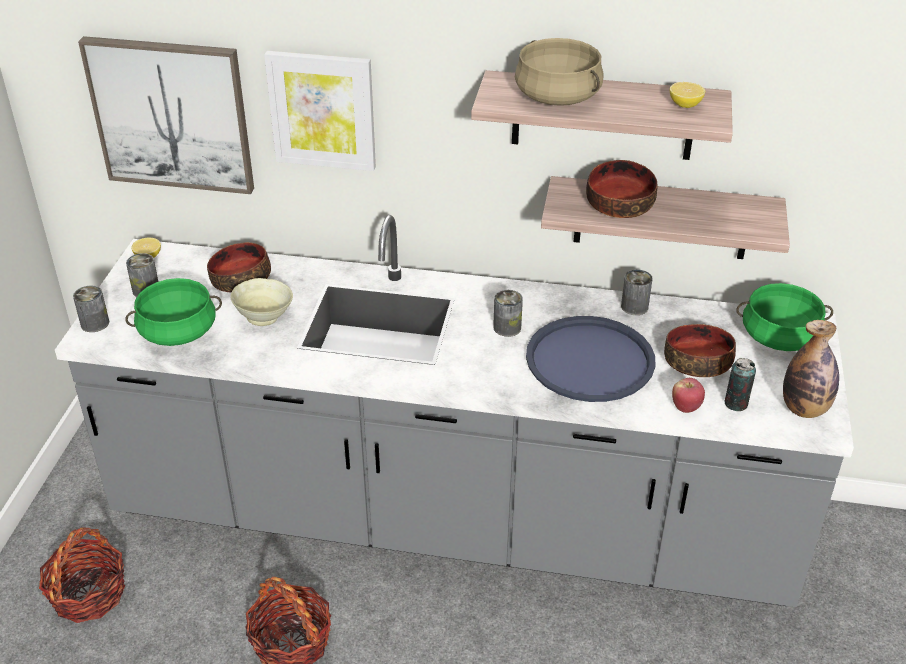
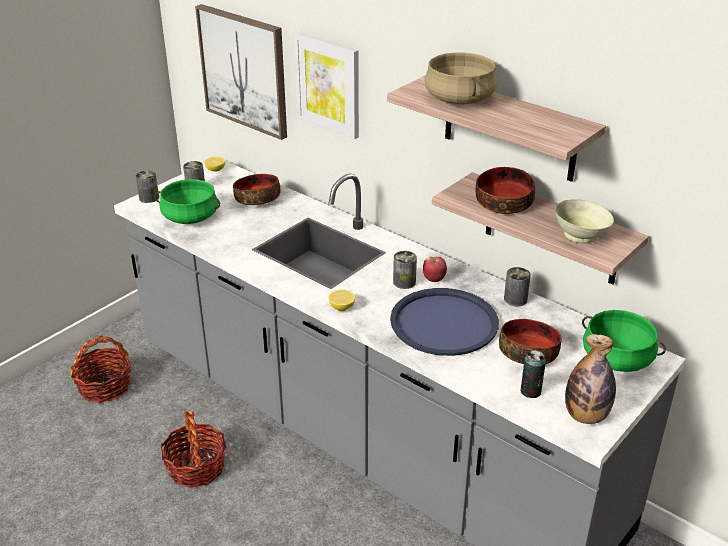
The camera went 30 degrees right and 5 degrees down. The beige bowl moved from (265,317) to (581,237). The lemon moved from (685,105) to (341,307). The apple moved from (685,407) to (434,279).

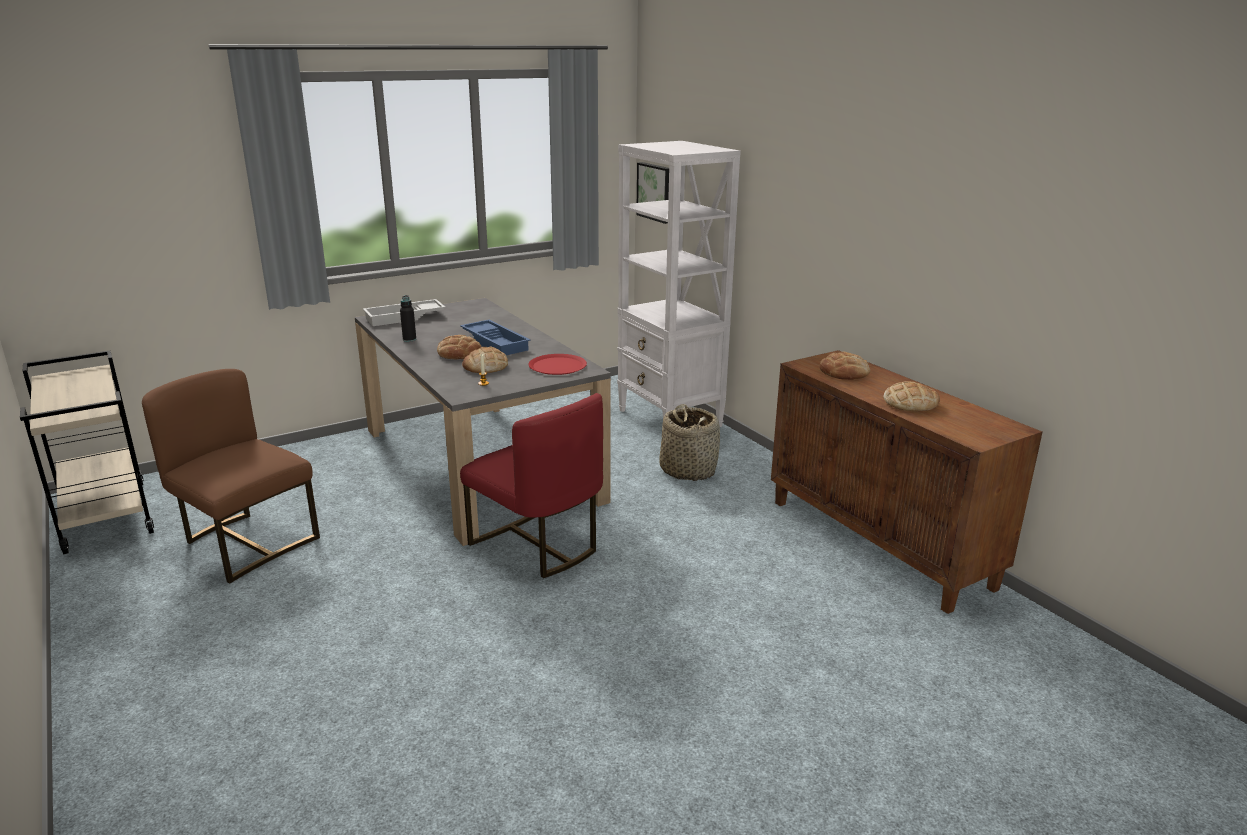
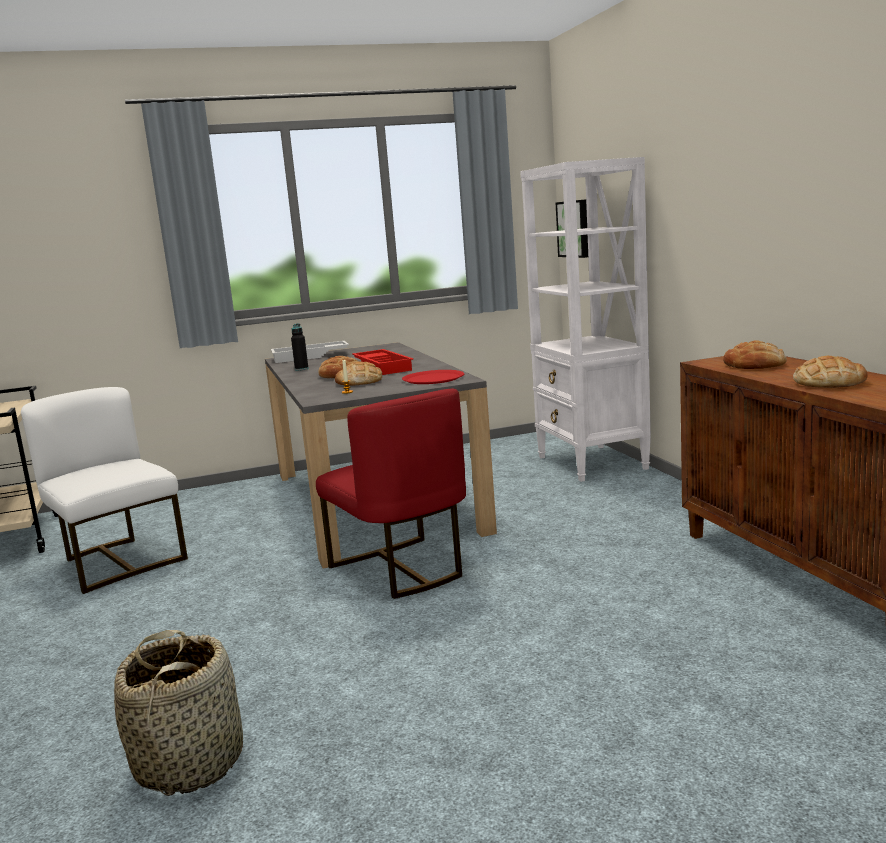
The camera went 15 degrees right and 10 degrees down. The basket moved from (688,470) to (190,762). The brown chair at (246,543) became the white chair at (118,562). The blue tray at (496,342) became the red tray at (384,367).

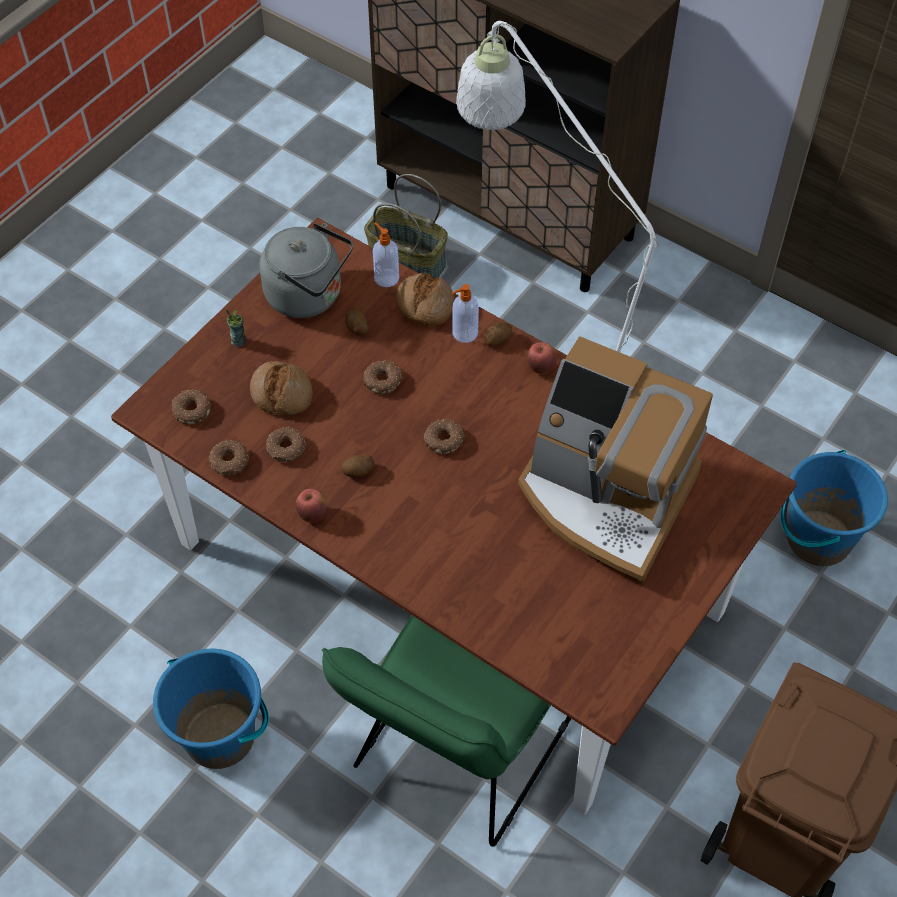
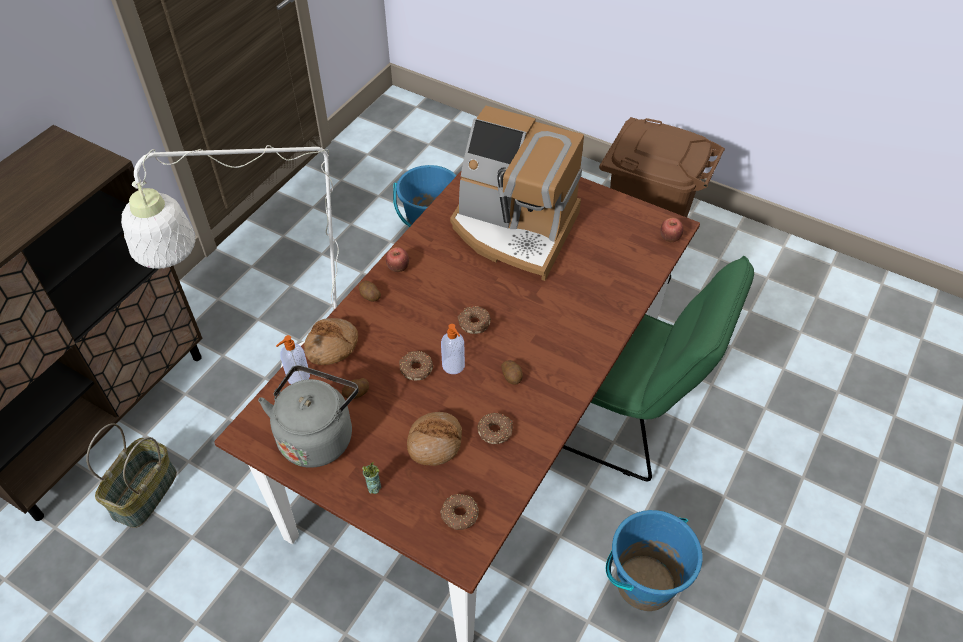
The camera went 95 degrees left and 5 degrees down. The donut at (230,462) disappeared. The apple moved from (312,514) to (669,238). The soap dispenser moved from (464,333) to (454,366). The coffee machine at (605,496) turned 90 degrees clockwise.

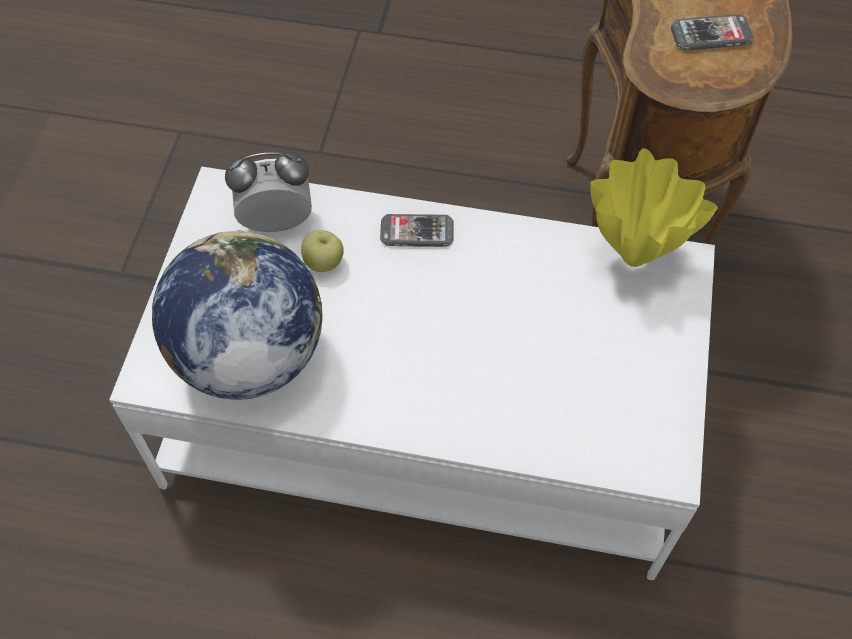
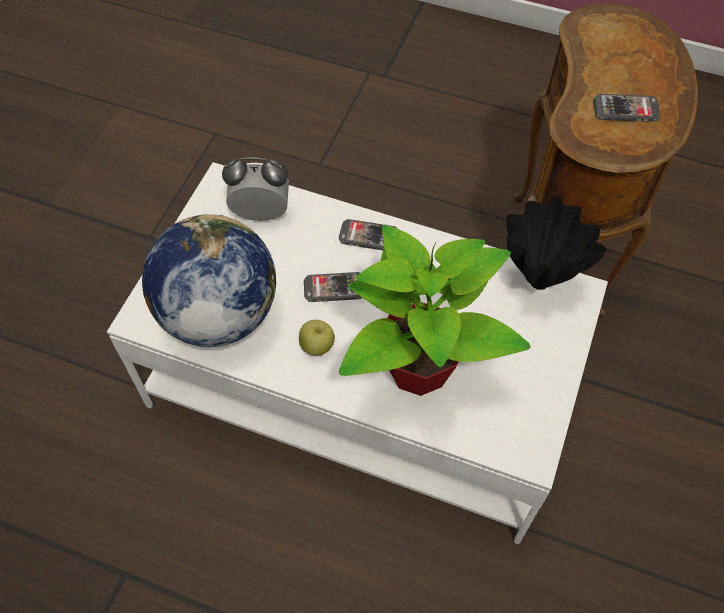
The camera went 10 degrees right and 0 degrees up. The phone at (334,288) appeared. The potted plant at (420,367) appeared. The apple moved from (323,263) to (317,346). The yellow vase at (632,256) became the black vase at (537,280).

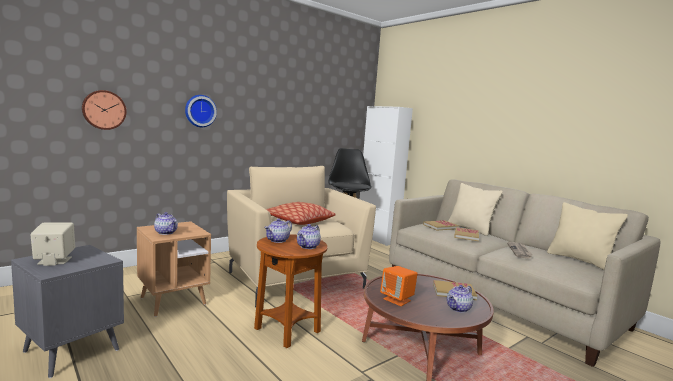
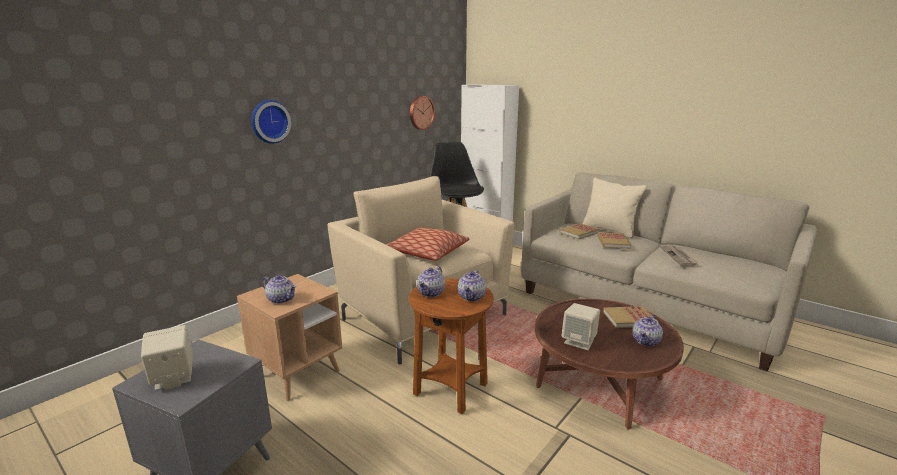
The camera went 10 degrees left and 10 degrees up. The beige pillow at (580,260) disappeared. The wall clock moved from (104,110) to (421,112). The orange speaker at (397,300) became the beige speaker at (579,341).

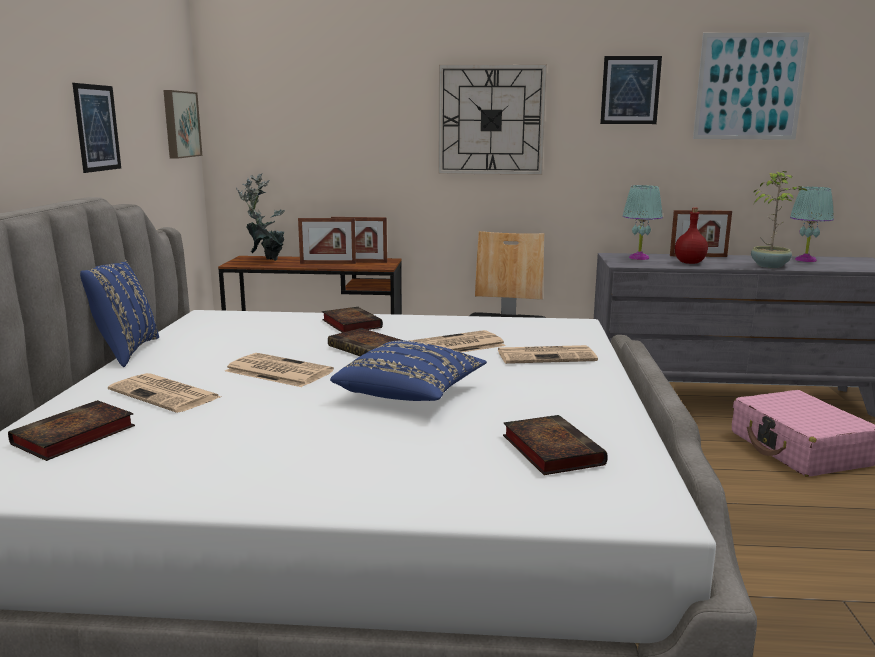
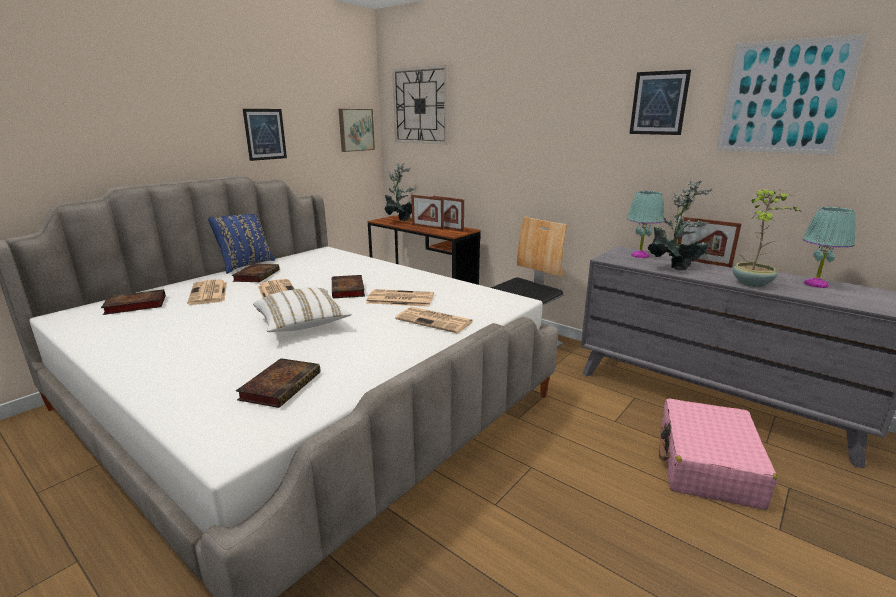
The camera went 35 degrees right and 5 degrees up. The book moved from (350,324) to (257,275). The wall clock moved from (491,120) to (420,106). The red bottle at (689,263) was replaced by the potted plant at (675,267). The blue pillow at (410,394) became the white pillow at (302,324).

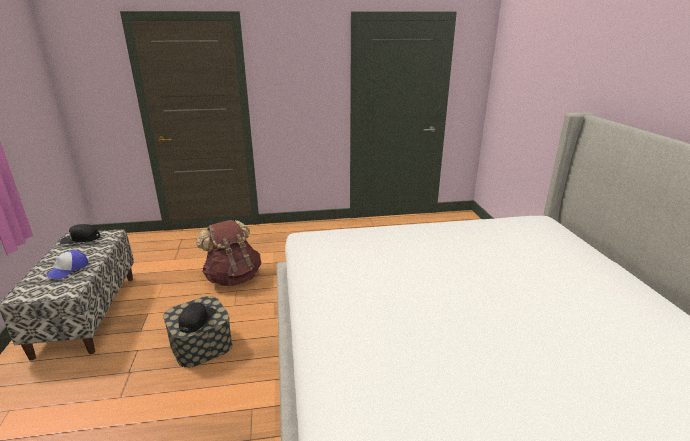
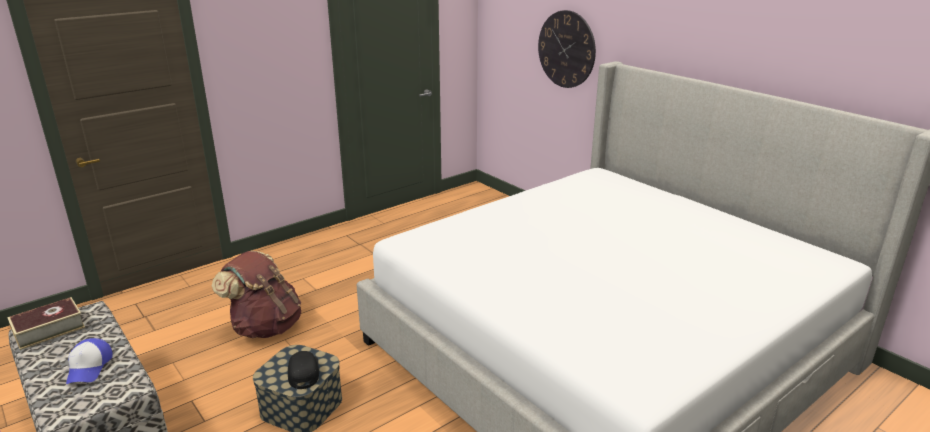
The camera went 30 degrees left and 0 degrees up. The wall clock at (566,49) appeared. The black cap at (80,239) was replaced by the book at (49,329).

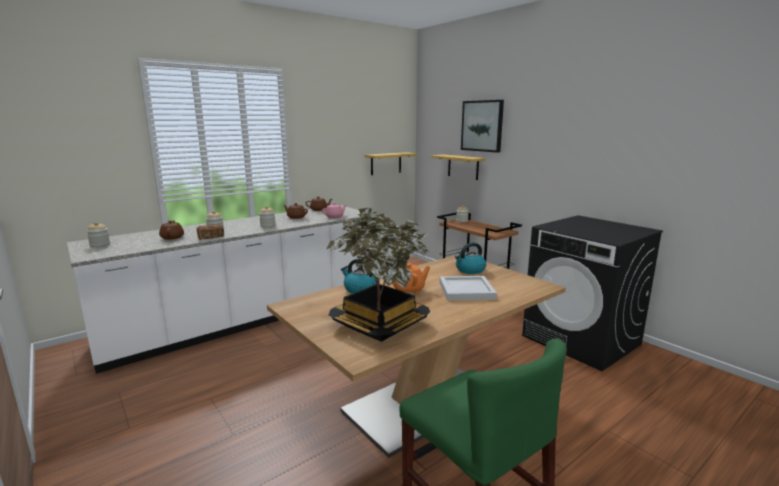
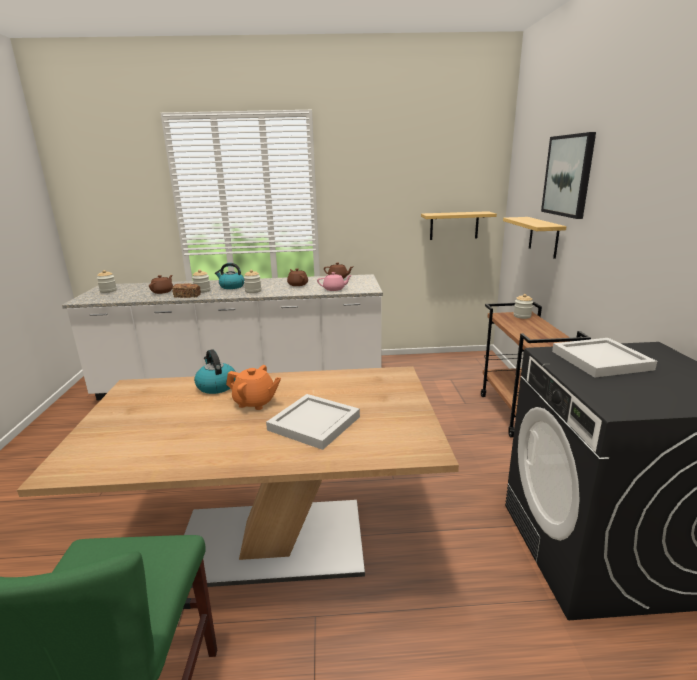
The camera went 35 degrees right and 5 degrees up. The potted plant at (379,325) disappeared. The white tray at (600,361) appeared. The kettle moved from (470,270) to (231,286).

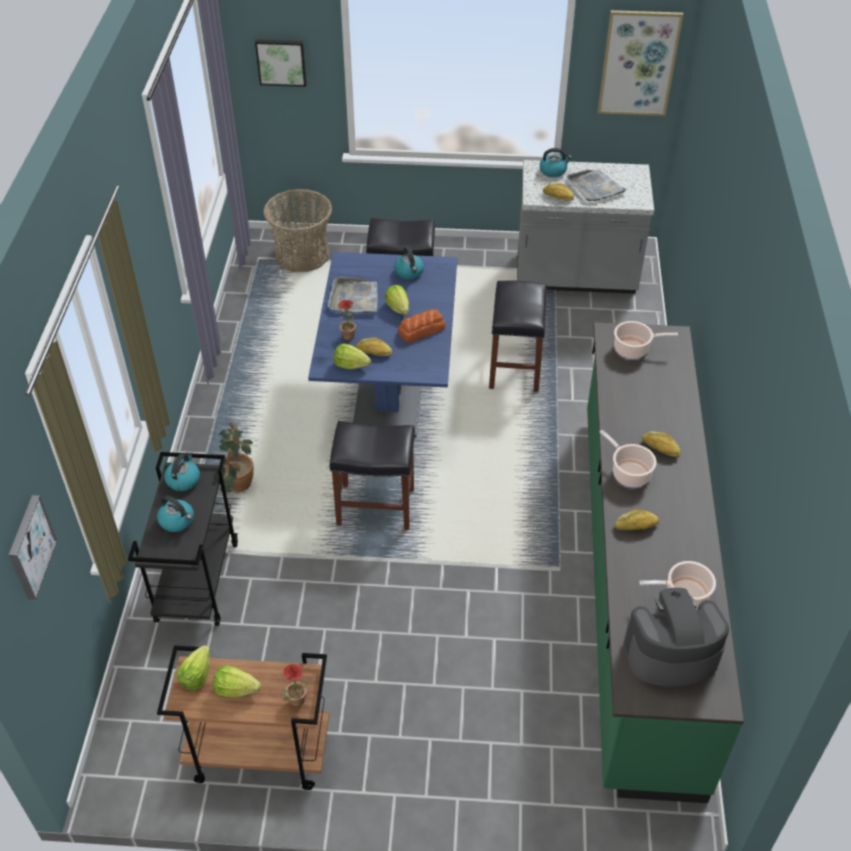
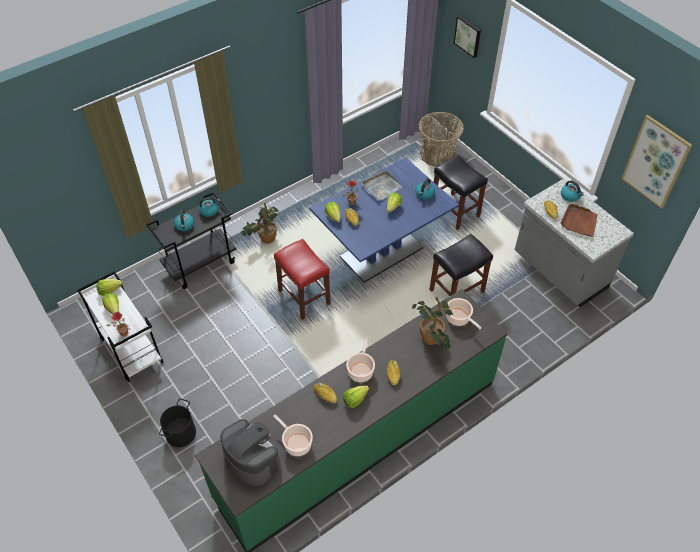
The camera went 50 degrees right and 5 degrees up. The picture at (30,547) disappeared. The bread at (421,330) disappeared. The black bucket at (180,433) appeared. The lettuce at (355,399) appeared. The potted plant at (431,342) appeared. The brown cart at (258,754) became the white cart at (131,350). The black stool at (374,507) became the red stool at (303,297). The grey tray at (594,187) became the brown tray at (579,222).

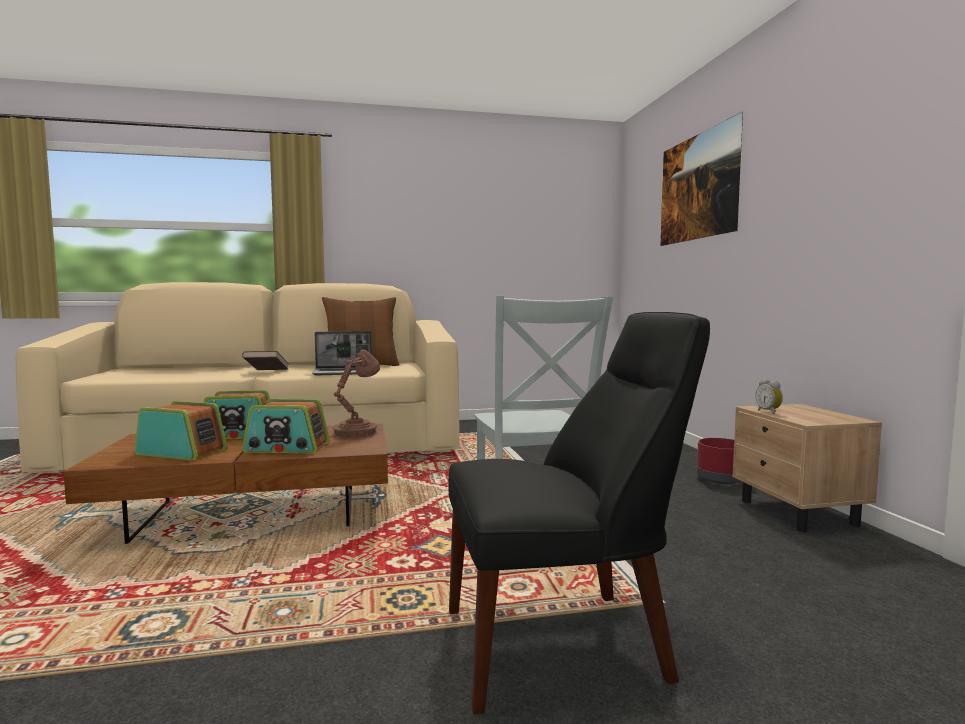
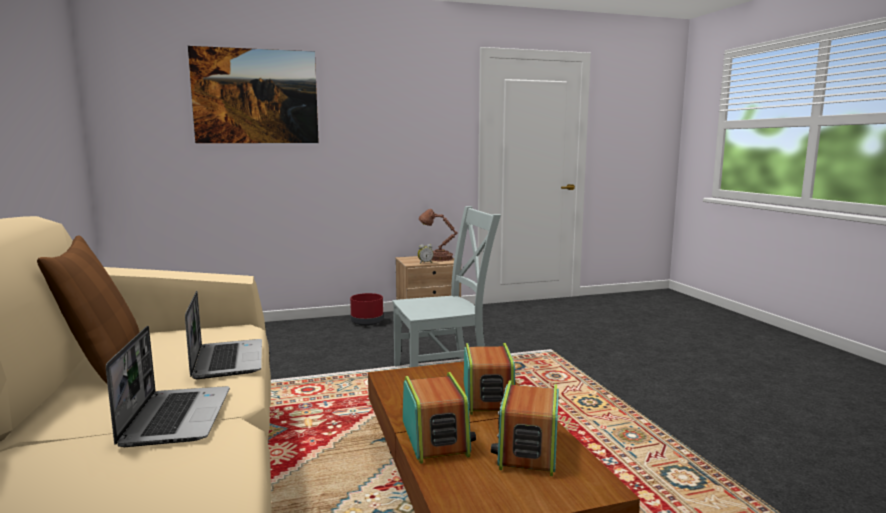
The camera went 95 degrees left and 5 degrees up. The black chair at (564,644) disappeared. The brown table lamp moved from (357,432) to (437,258). The brown book at (266,372) was replaced by the laptop at (176,417).

